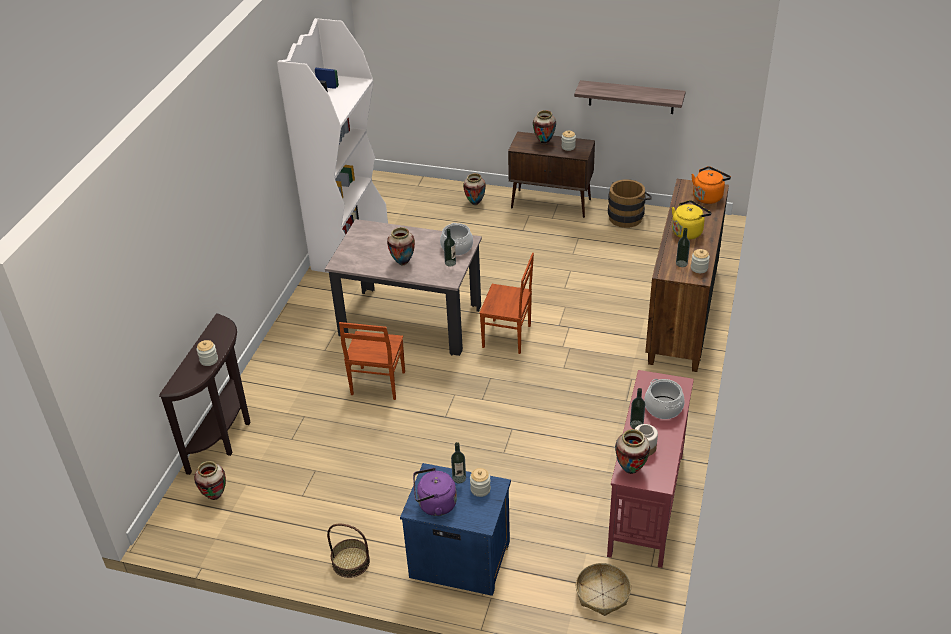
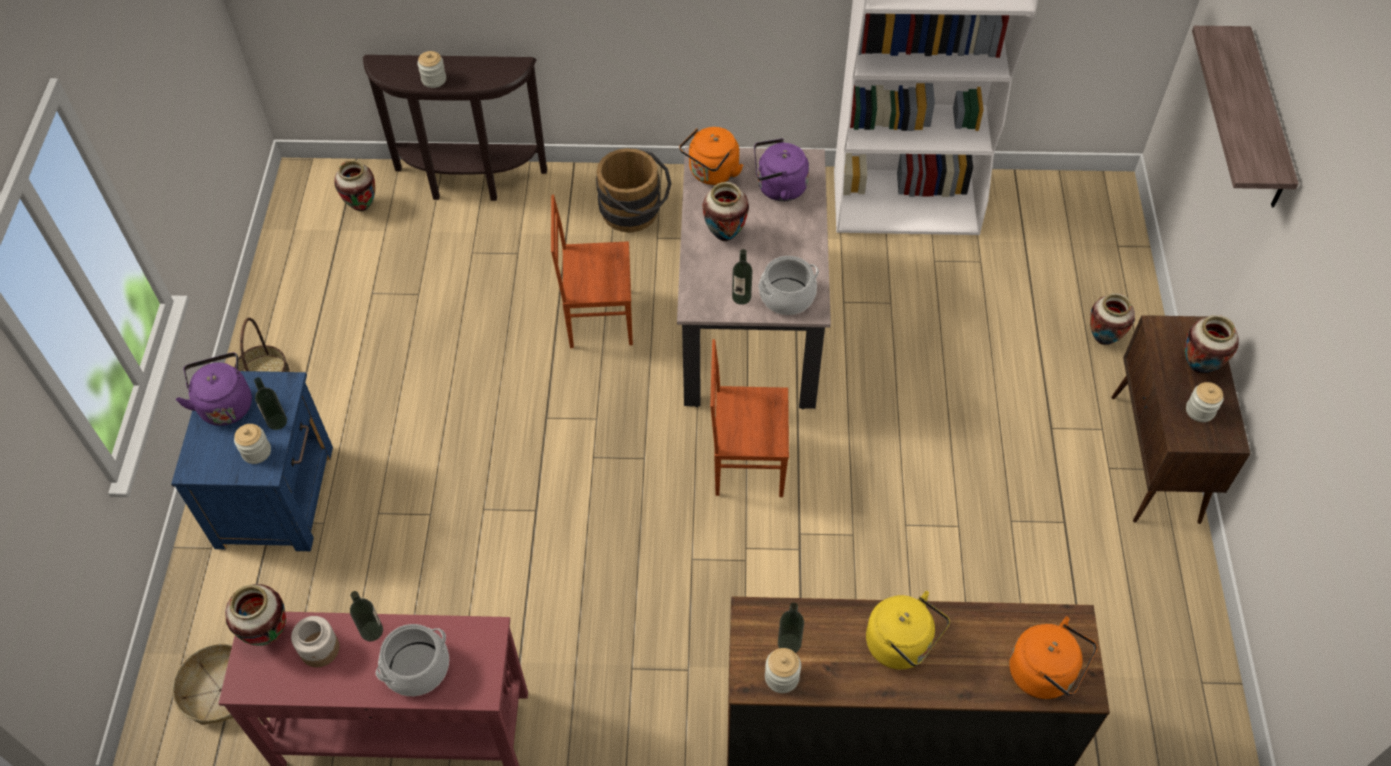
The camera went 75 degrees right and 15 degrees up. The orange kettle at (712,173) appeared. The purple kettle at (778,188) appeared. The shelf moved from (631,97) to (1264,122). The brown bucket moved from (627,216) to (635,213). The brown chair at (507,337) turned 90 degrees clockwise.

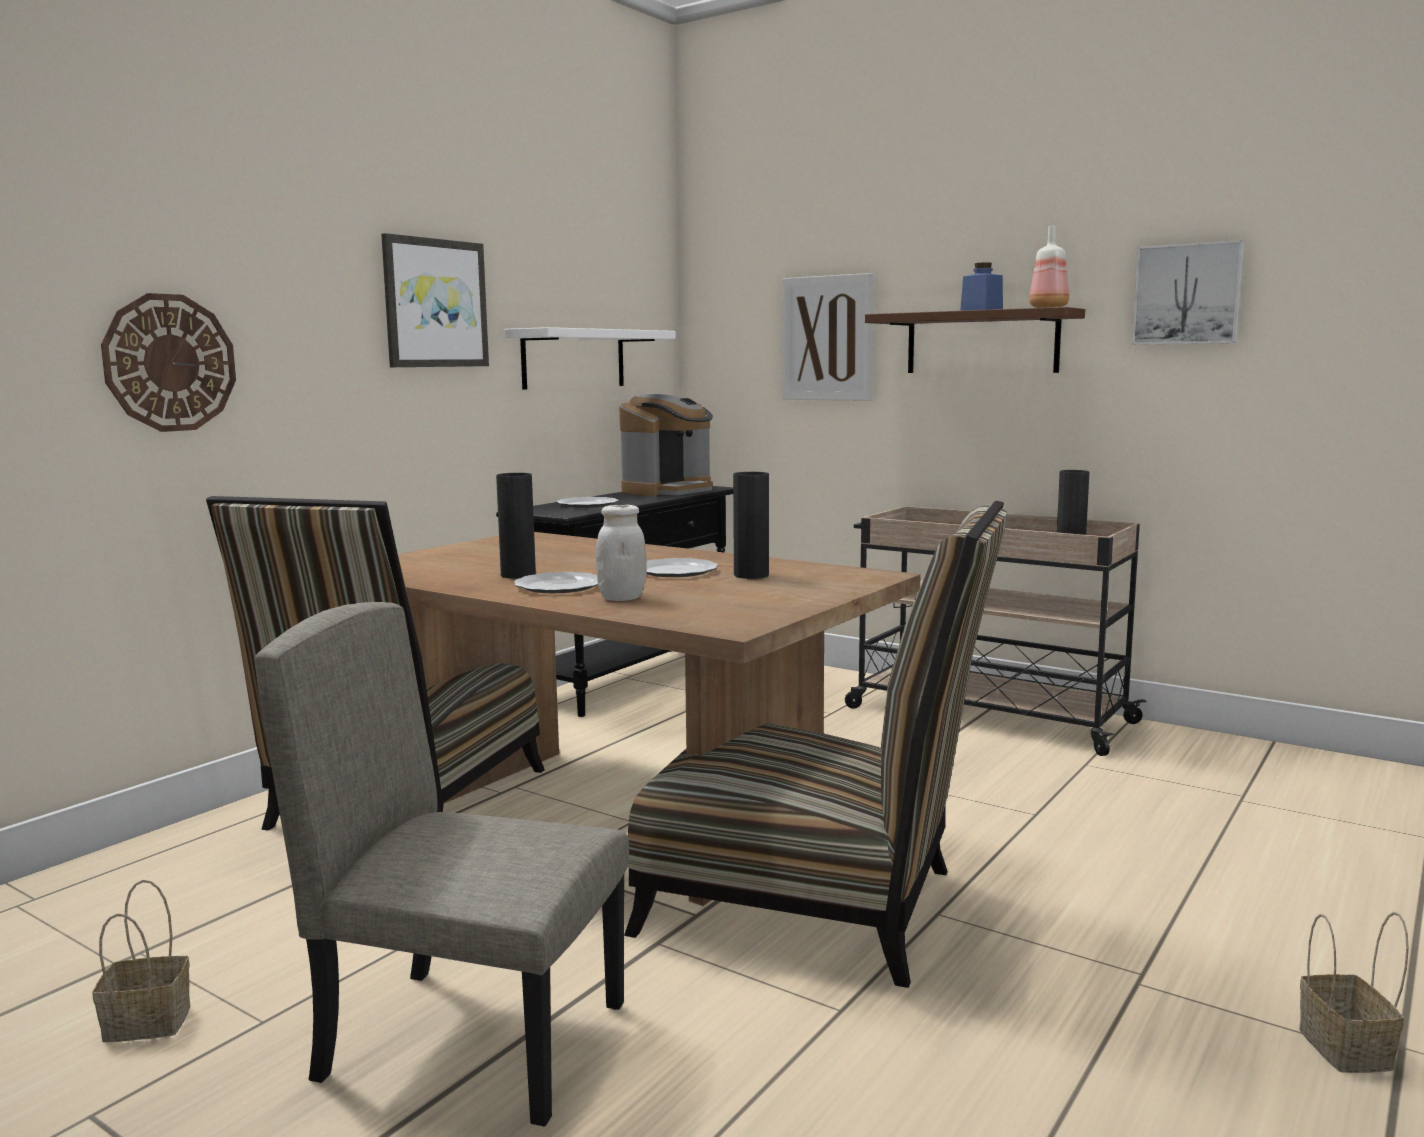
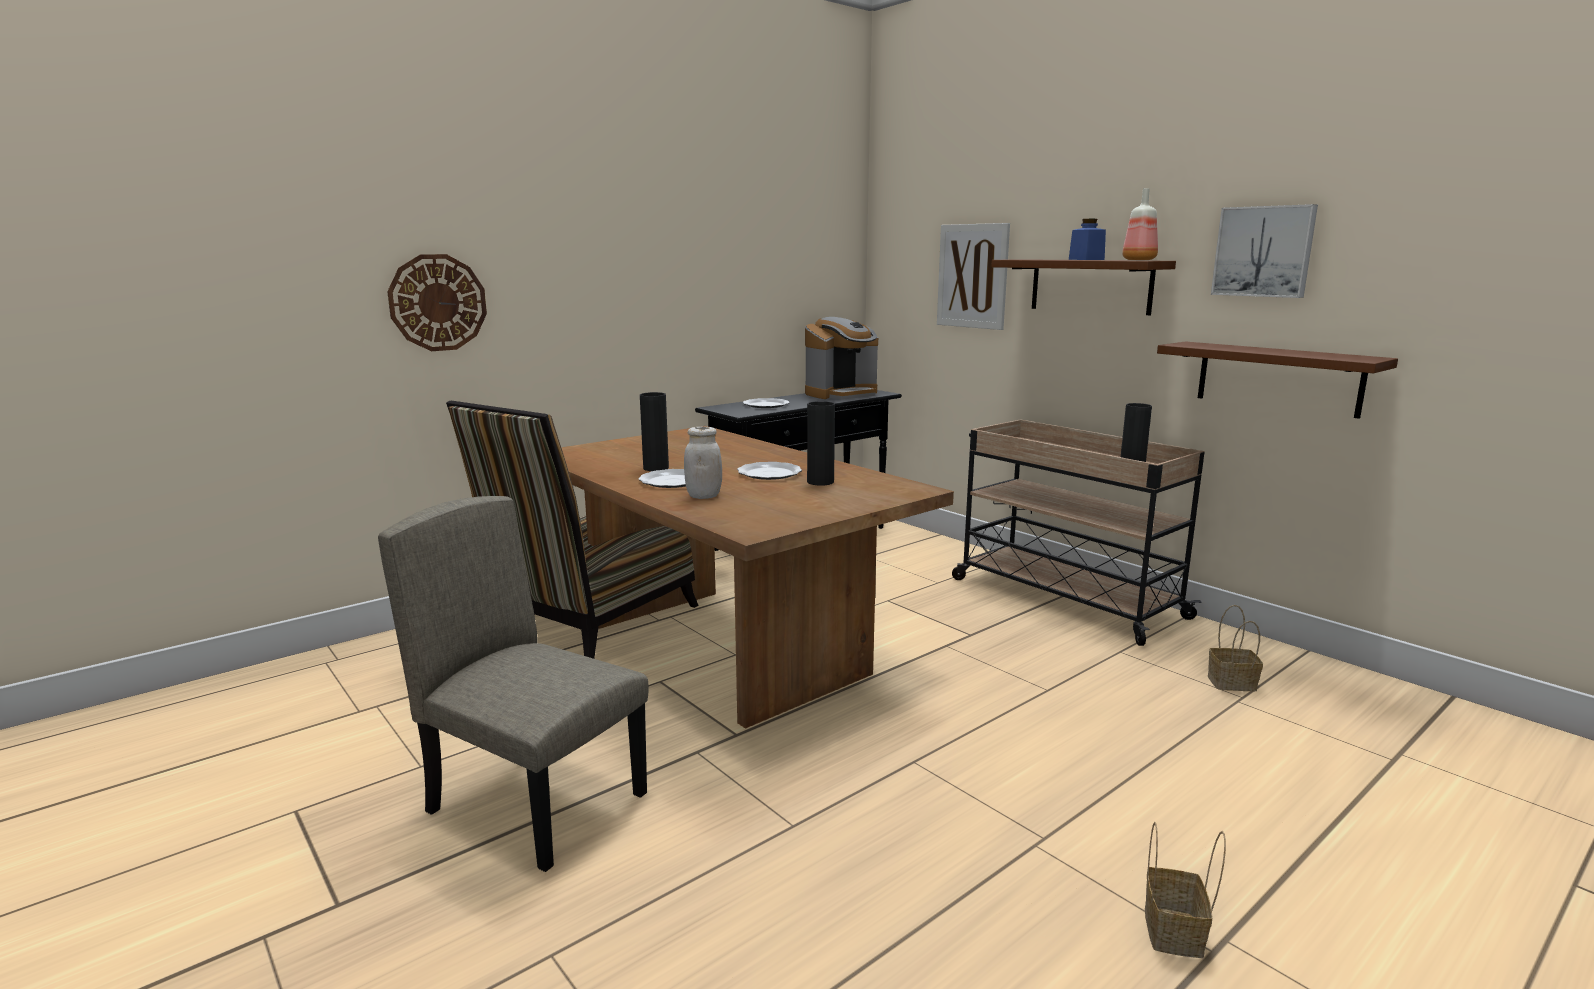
The camera went 15 degrees right and 5 degrees up. The picture at (435,303) disappeared. The white shelf at (574,359) disappeared. The chair at (818,906) disappeared. The brown shelf at (1278,378) appeared. The basket moved from (144,1024) to (1230,683).

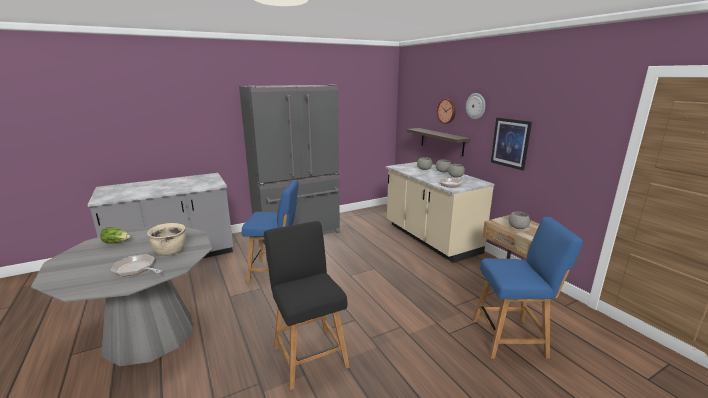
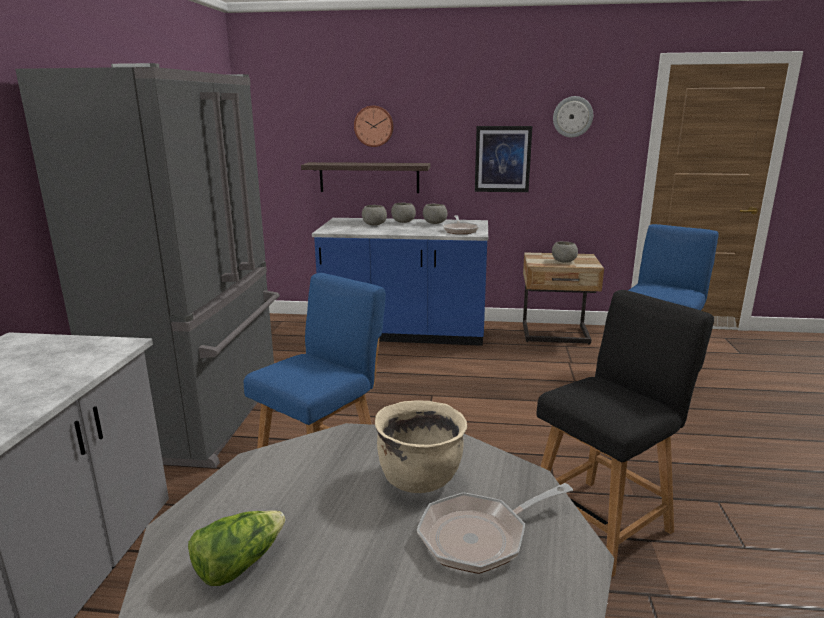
The camera went 55 degrees left and 0 degrees up. The wall clock moved from (476,106) to (572,117). The beige counter at (430,238) became the blue counter at (405,333). The black chair at (309,354) turned 135 degrees clockwise.

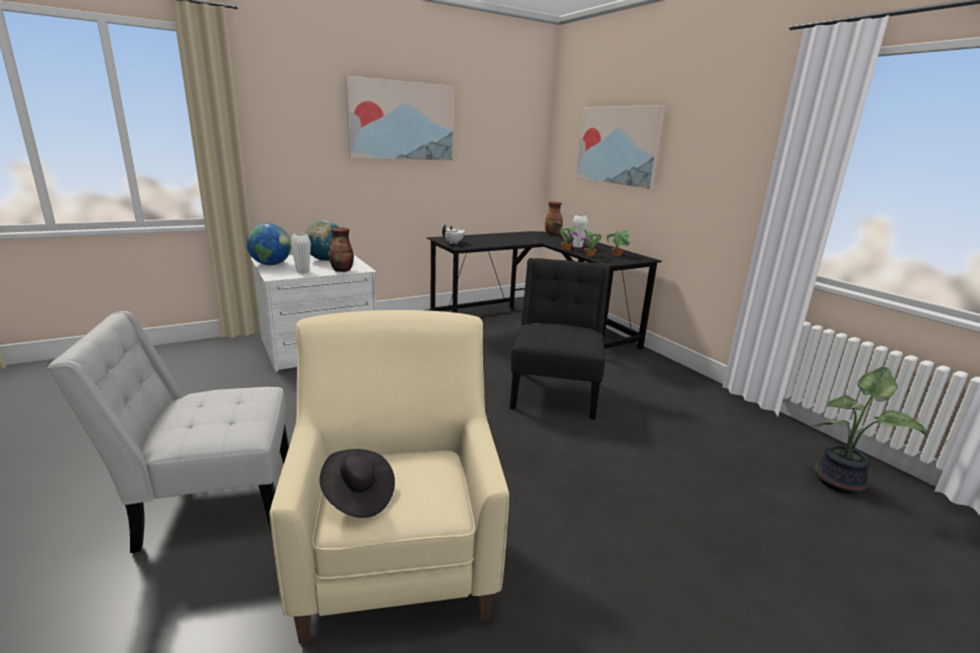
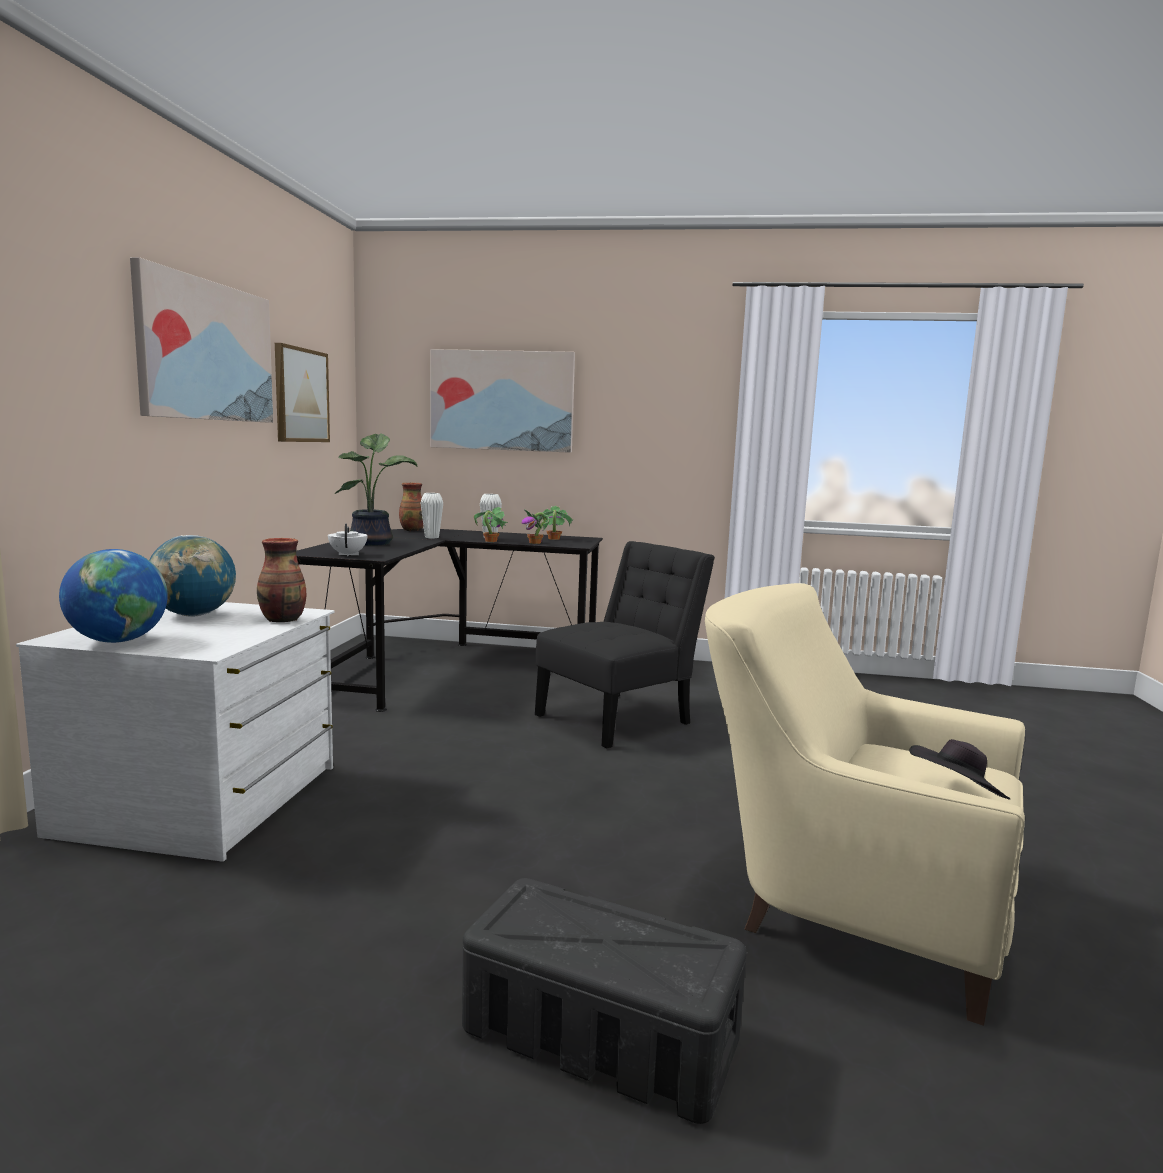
The camera went 50 degrees left and 10 degrees down. The picture at (300,395) appeared. The white vase moved from (303,272) to (431,537). The potted plant moved from (841,482) to (373,543). The white chair at (209,501) was replaced by the black storage box at (598,1033). The black chair at (555,391) turned 90 degrees clockwise.

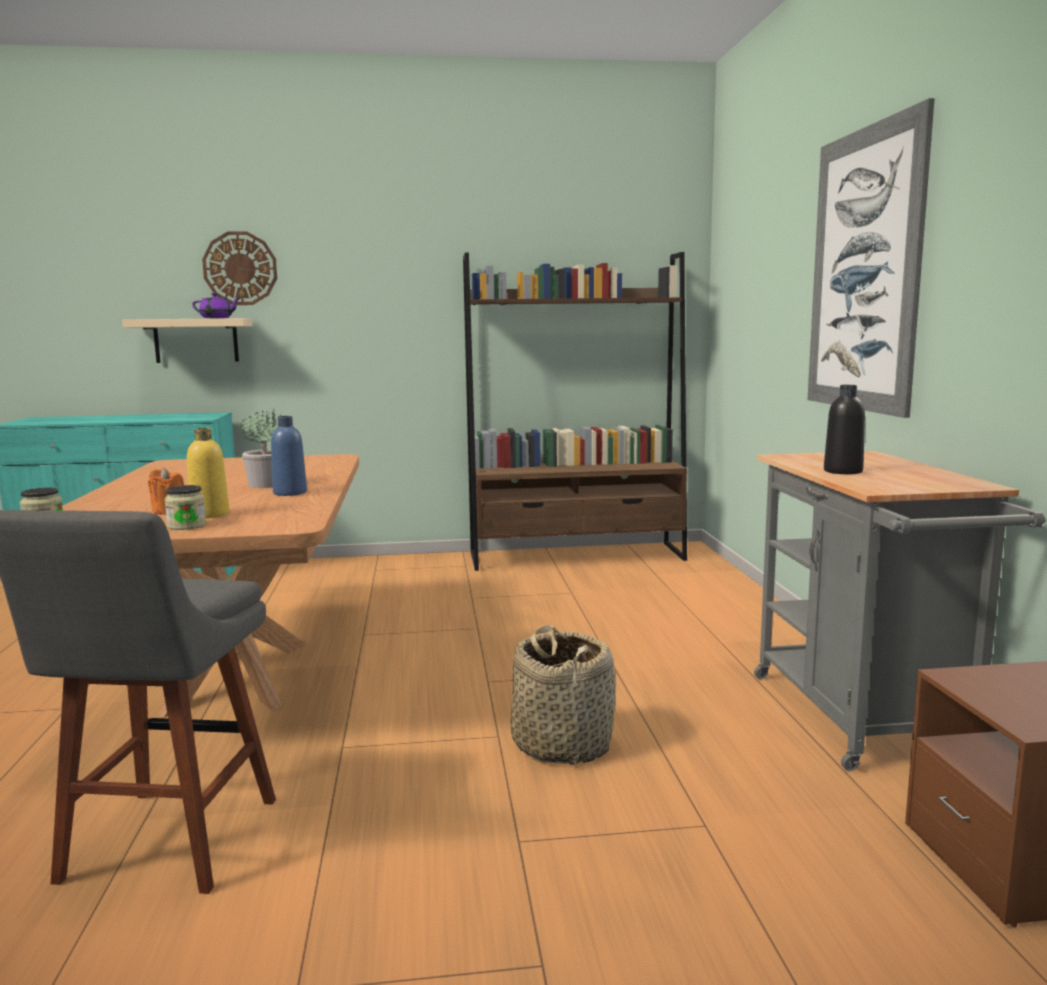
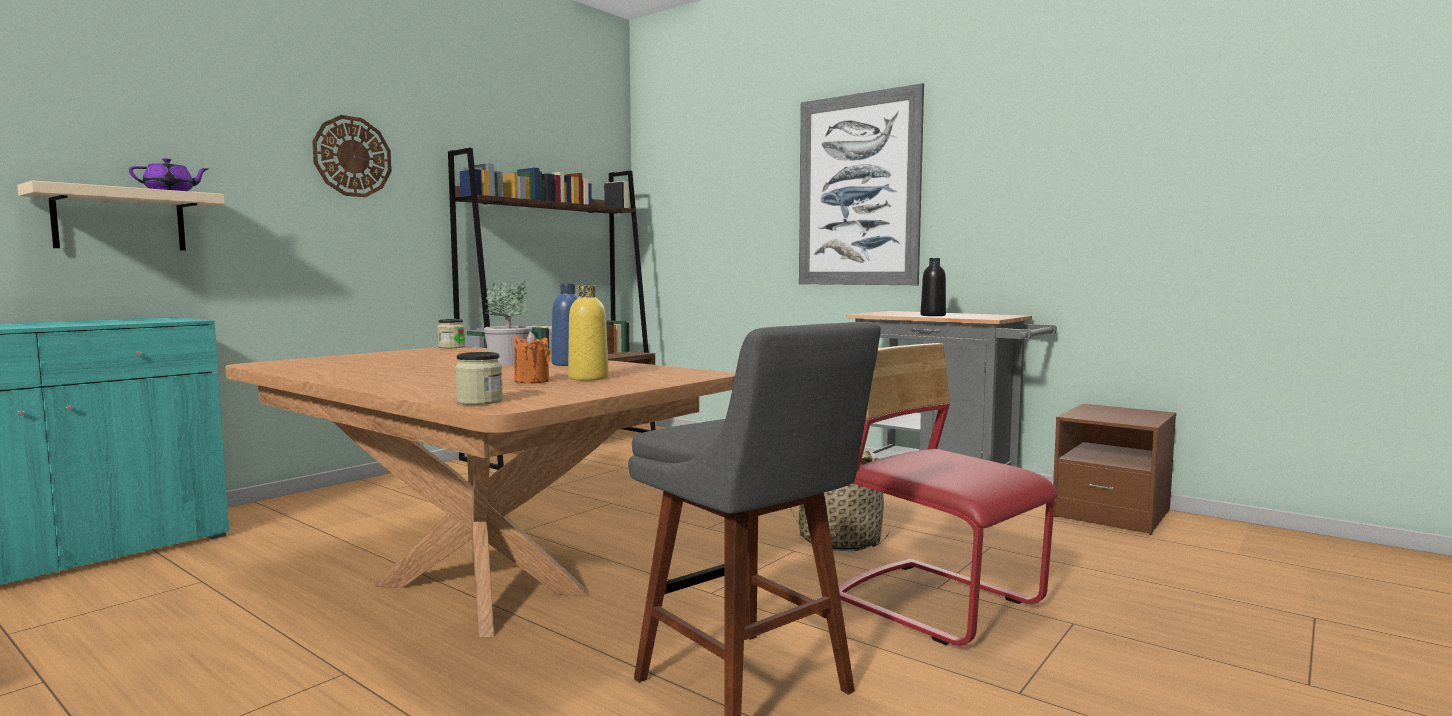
The camera went 45 degrees left and 5 degrees down. The red chair at (937,603) appeared. The jar moved from (187,526) to (451,347). The wall clock moved from (240,268) to (352,156).

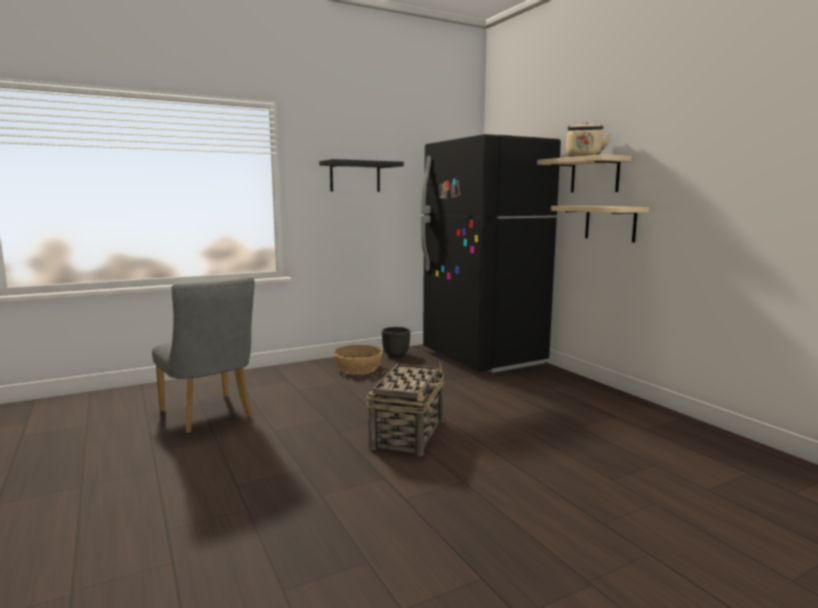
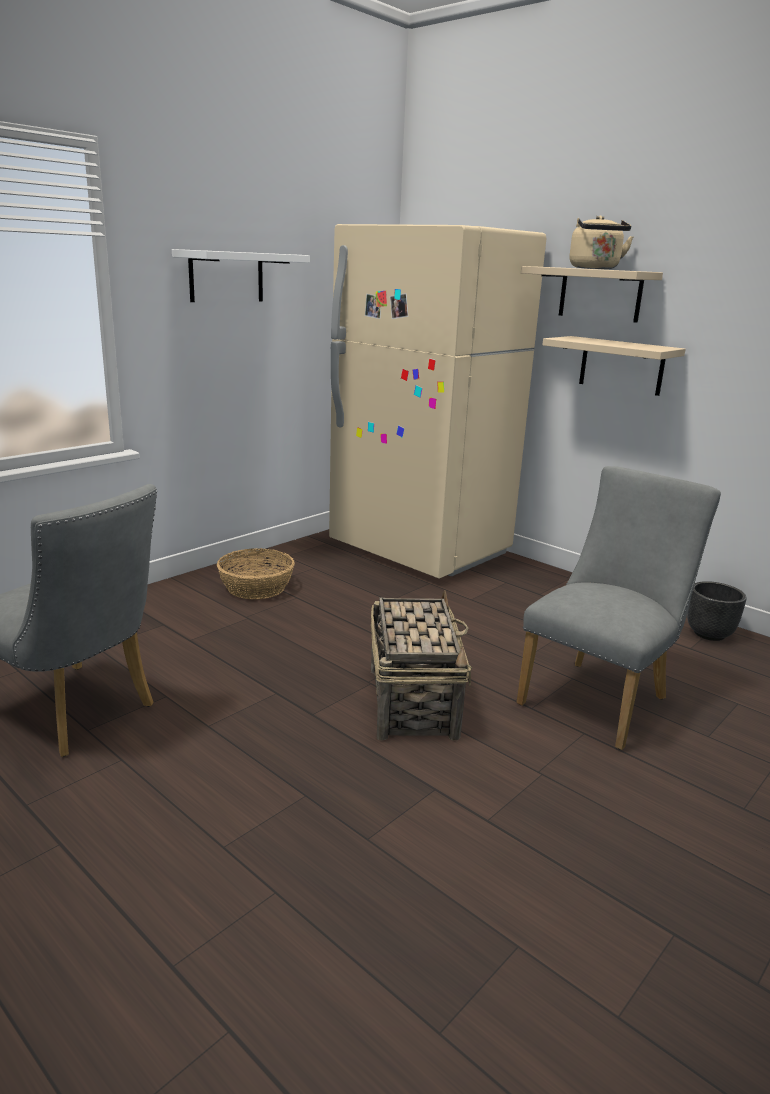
The camera went 20 degrees left and 10 degrees up. The grey chair at (600,698) appeared. The black planter moved from (396,355) to (709,634). The black shelf at (355,177) became the white shelf at (226,276). The black fridge at (483,357) became the beige fridge at (420,549).

